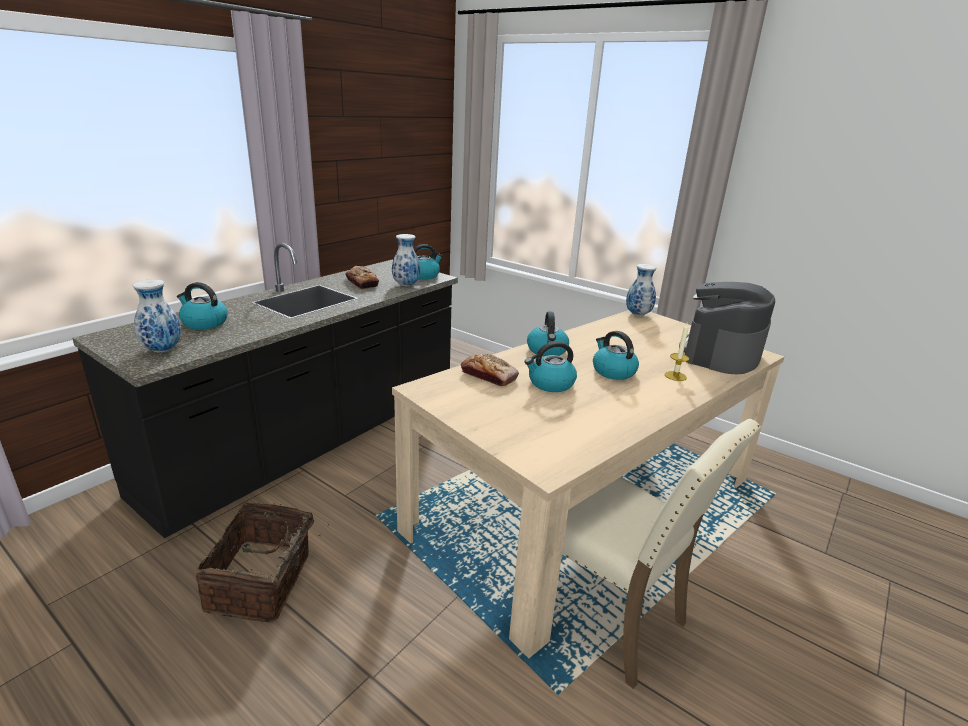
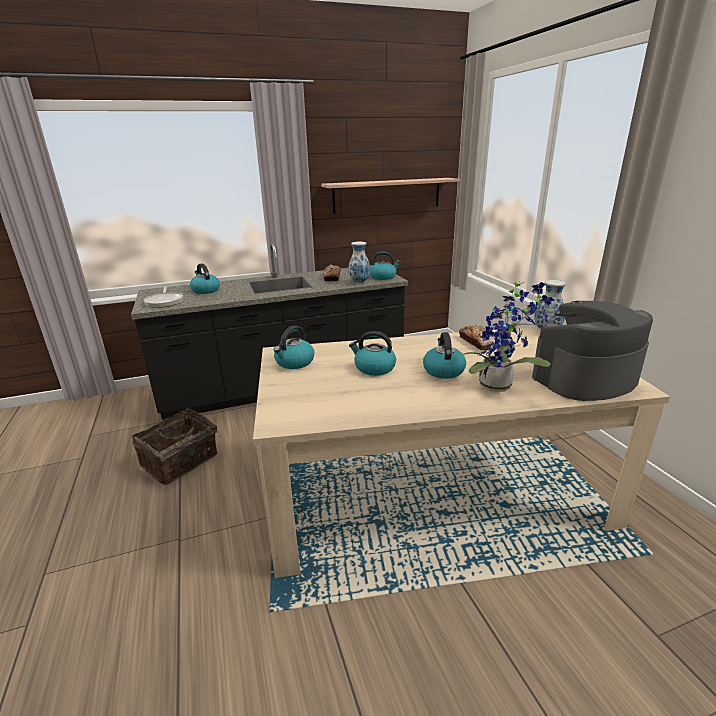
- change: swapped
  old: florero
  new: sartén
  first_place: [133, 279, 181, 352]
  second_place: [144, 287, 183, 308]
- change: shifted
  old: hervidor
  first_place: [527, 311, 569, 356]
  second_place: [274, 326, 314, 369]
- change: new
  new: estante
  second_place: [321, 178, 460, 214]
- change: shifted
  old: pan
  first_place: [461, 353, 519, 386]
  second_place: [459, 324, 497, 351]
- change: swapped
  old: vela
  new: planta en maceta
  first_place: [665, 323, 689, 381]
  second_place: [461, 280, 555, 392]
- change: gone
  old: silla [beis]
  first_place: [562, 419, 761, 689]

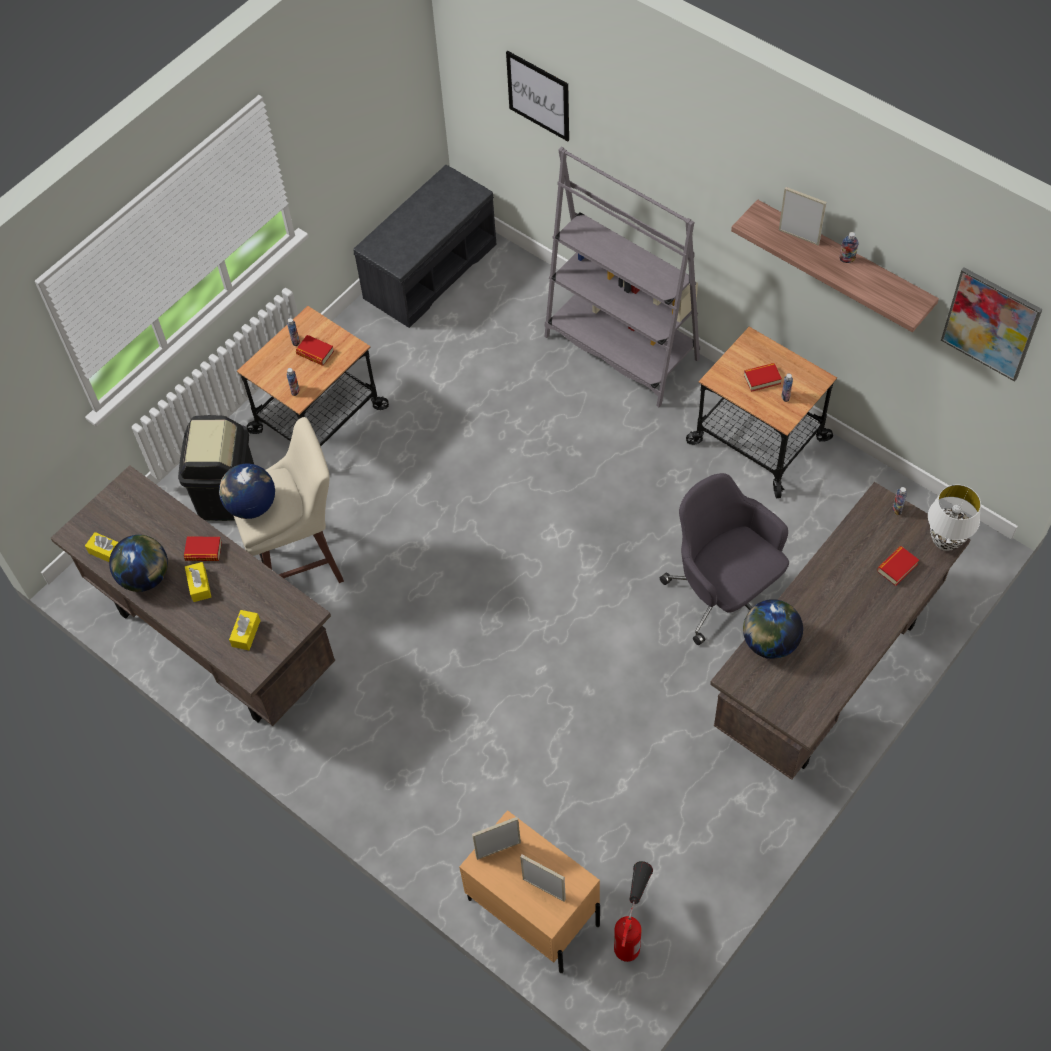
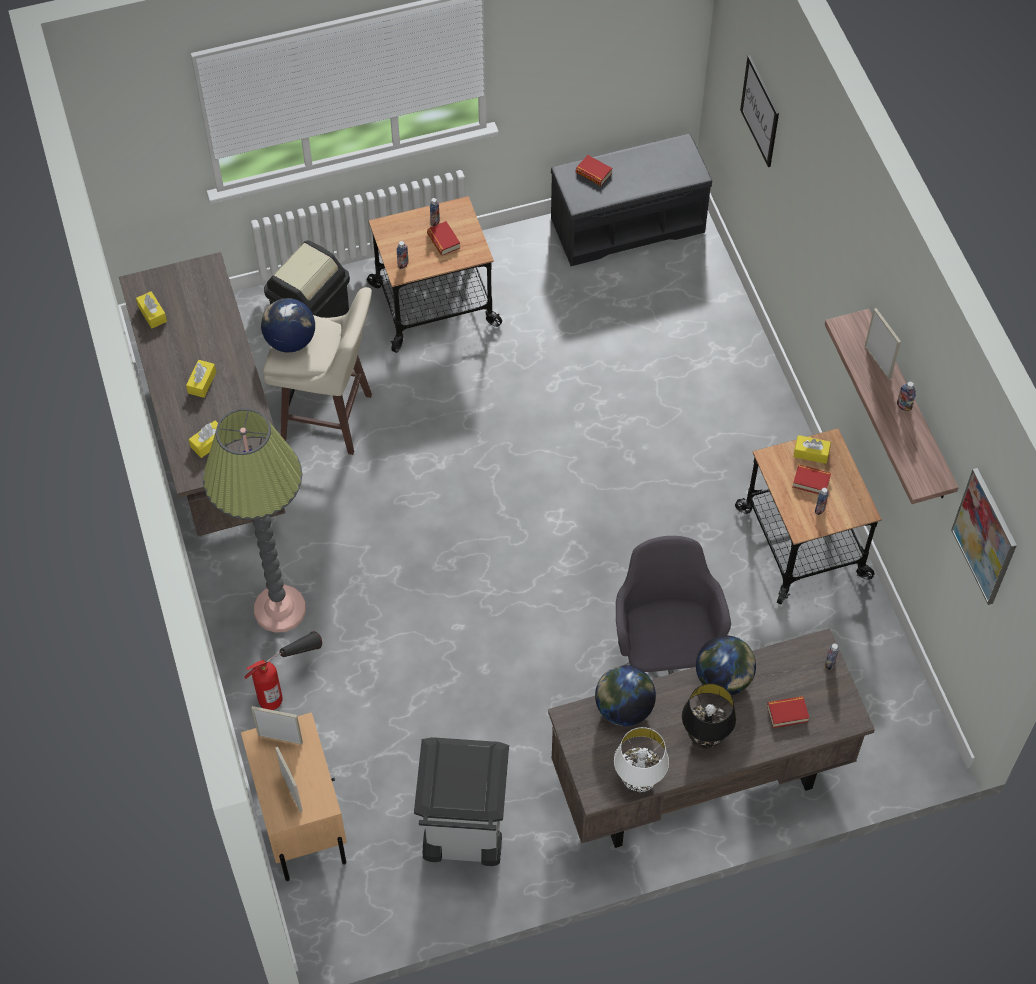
- change: new
  new: lámpara de pie
  second_place: [203, 408, 306, 633]
- change: shifted
  old: extintor
  first_place: [614, 861, 653, 962]
  second_place: [244, 631, 322, 710]
- change: new
  new: papelera [gris]
  second_place: [414, 737, 509, 866]
- change: shifted
  old: libro
  first_place: [184, 536, 222, 561]
  second_place: [576, 155, 612, 186]
- change: shifted
  old: lámpara de mesa [blanco]
  first_place: [928, 484, 981, 551]
  second_place: [614, 727, 669, 792]
- change: new
  new: lámpara de mesa [negro]
  second_place: [682, 683, 736, 748]
- change: shifted
  old: globo terráqueo
  first_place: [109, 535, 168, 592]
  second_place: [696, 635, 756, 695]
- change: new
  new: caja de pañuelos [amarillo]
  second_place: [794, 435, 831, 464]
- change: gone
  old: estantería [gris]
  first_place: [544, 147, 700, 407]

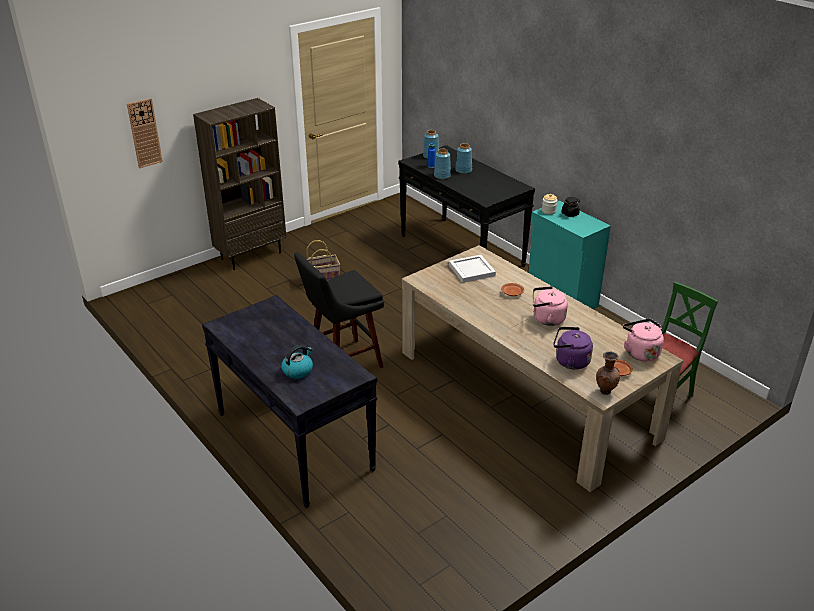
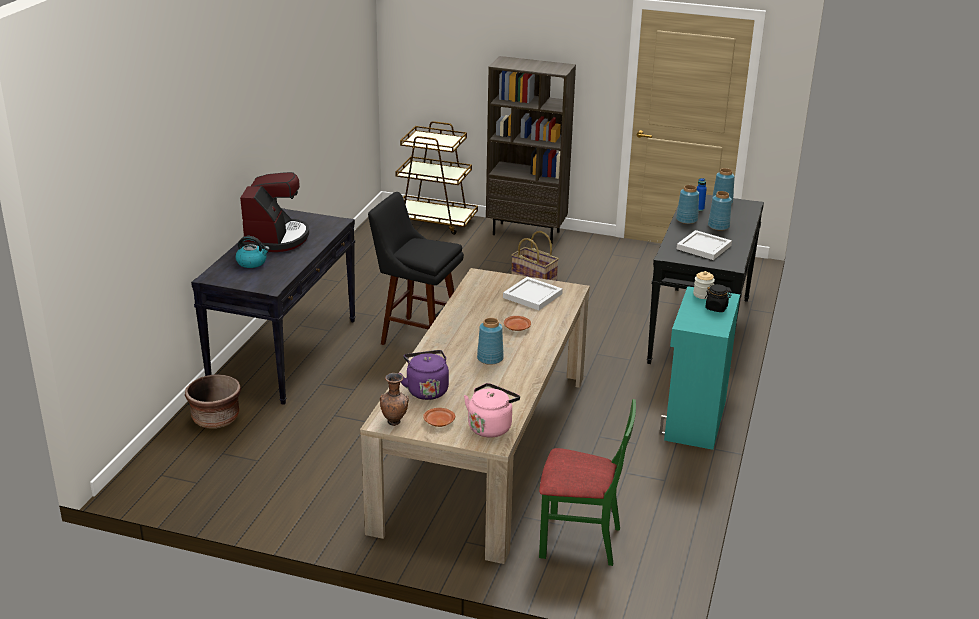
- change: new
  new: maceta [marrón]
  second_place: [185, 374, 241, 429]
- change: new
  new: cafetera
  second_place: [240, 172, 309, 252]
- change: new
  new: carrito [marrón]
  second_place: [396, 121, 478, 235]
- change: swapped
  old: hervidor [rosa]
  new: florero [azul]
  first_place: [533, 286, 568, 326]
  second_place: [477, 318, 504, 365]
- change: new
  new: bandeja [blanco]
  second_place: [676, 230, 732, 260]
- change: gone
  old: reloj de pared
  first_place: [127, 98, 163, 168]

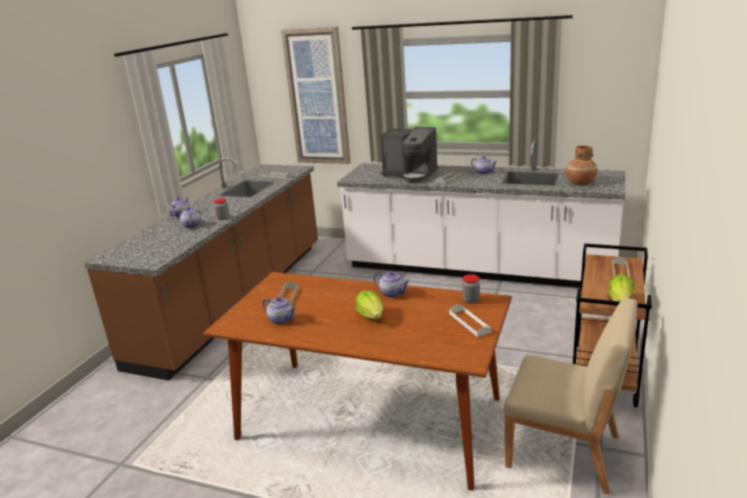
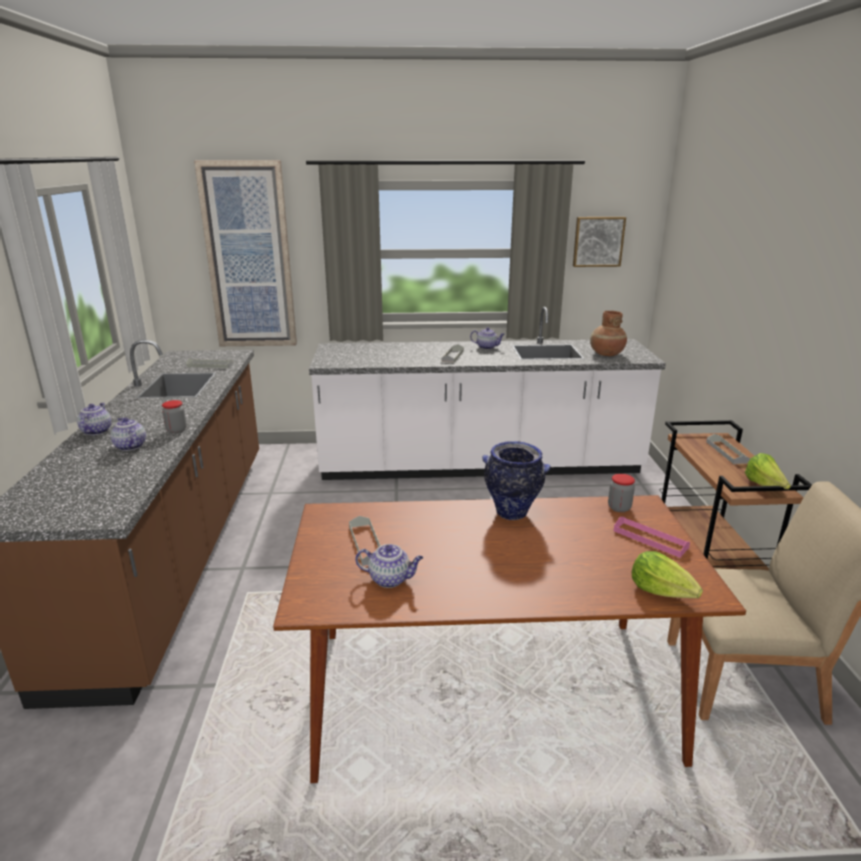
- change: swapped
  old: tetera
  new: florero
  first_place: [374, 271, 410, 298]
  second_place: [482, 441, 550, 520]
- change: new
  new: cuadro
  second_place: [573, 217, 626, 267]
- change: repainted
  old: bandeja [blanco]
  new: bandeja [rosa]
  first_place: [449, 304, 491, 337]
  second_place: [614, 517, 690, 558]
- change: shifted
  old: lechuga
  first_place: [356, 291, 383, 319]
  second_place: [632, 551, 703, 598]
- change: gone
  old: cafetera
  first_place: [380, 127, 439, 183]

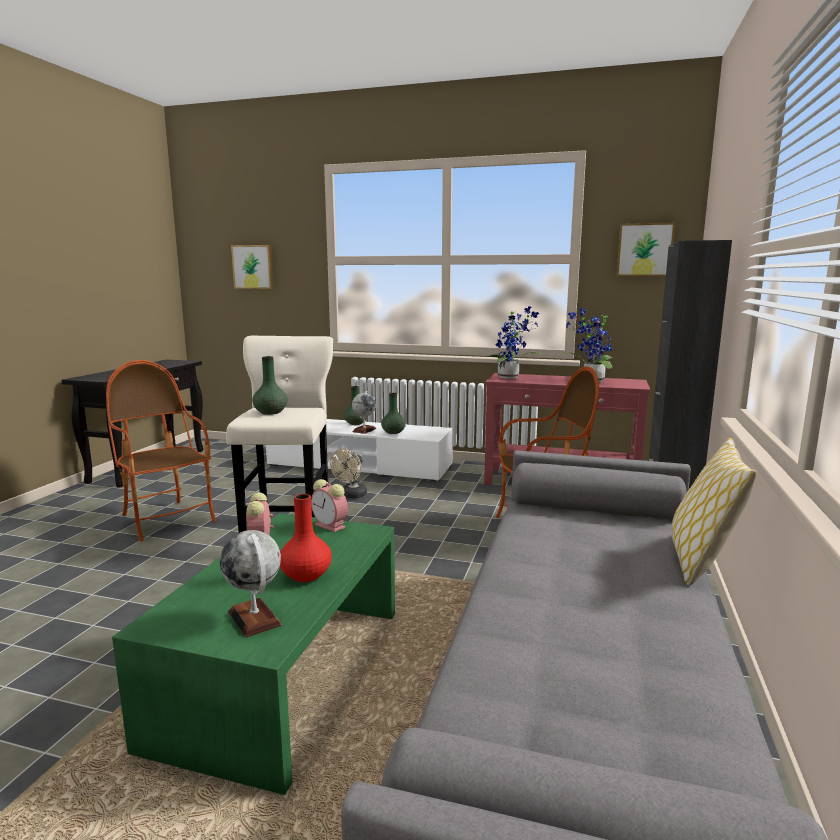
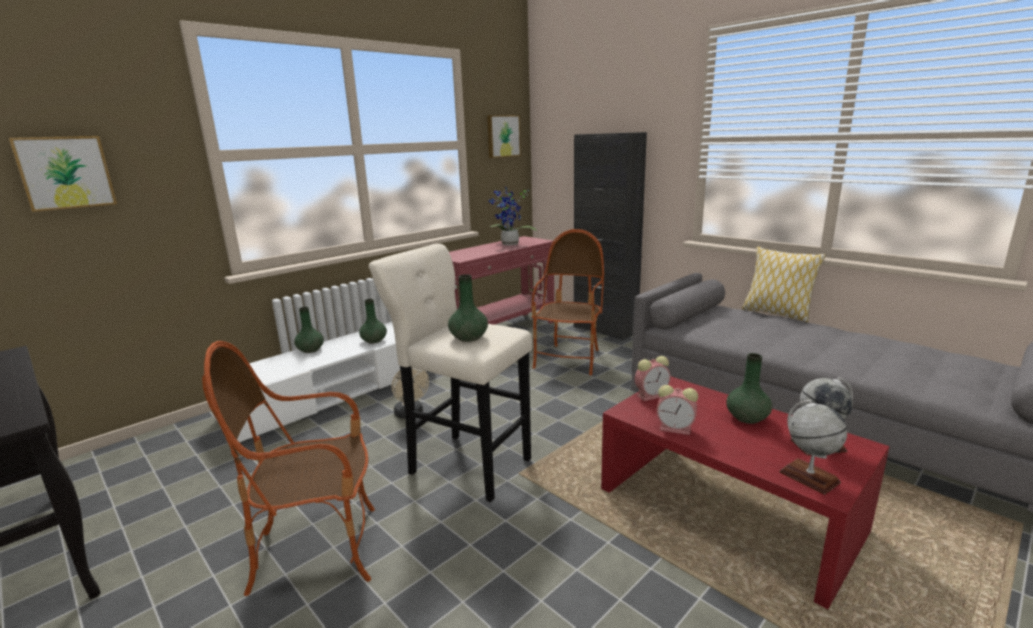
- change: repainted
  old: mesa de centro [verde]
  new: mesa de centro [rojo]
  first_place: [112, 513, 395, 795]
  second_place: [601, 376, 890, 609]
- change: repainted
  old: florero [rojo]
  new: florero [verde]
  first_place: [280, 494, 332, 582]
  second_place: [726, 353, 772, 424]
- change: shifted
  old: globo terráqueo
  first_place: [352, 391, 376, 434]
  second_place: [779, 400, 847, 495]
- change: gone
  old: planta en maceta
  first_place: [487, 306, 541, 379]

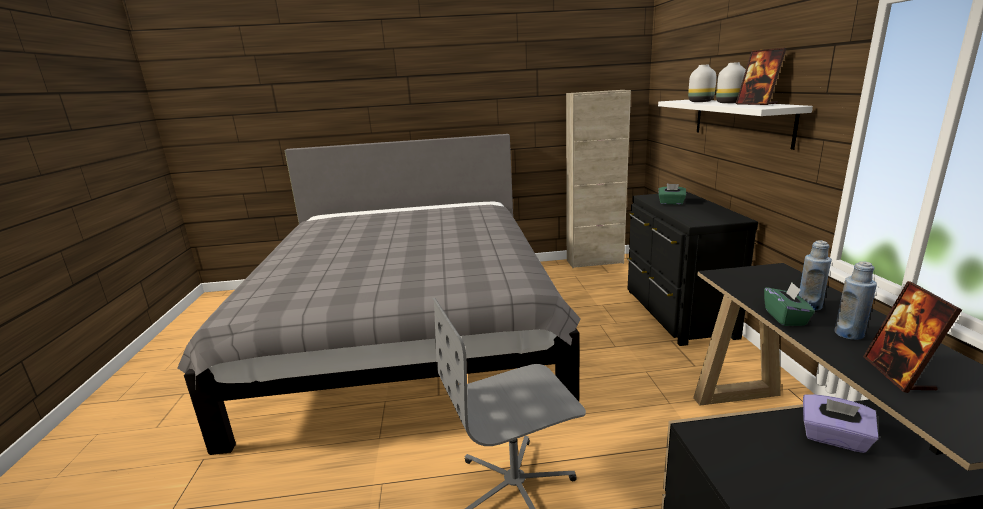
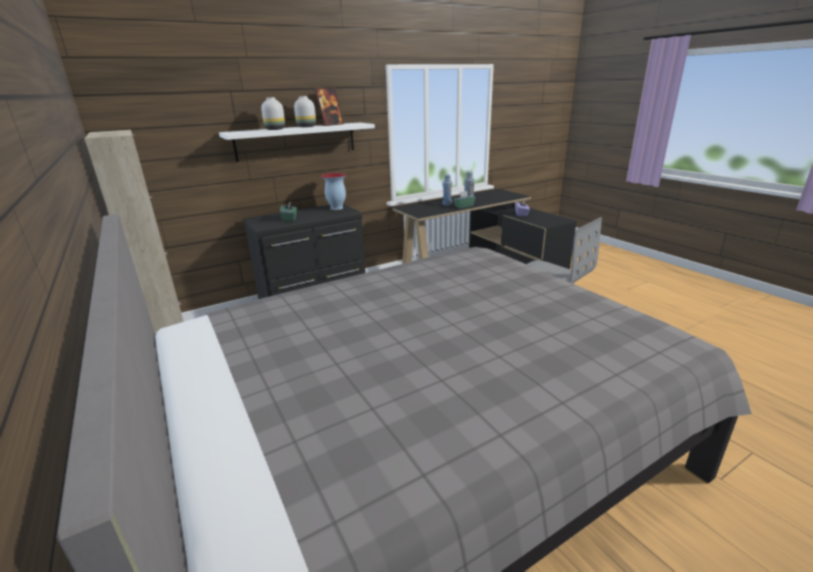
- change: new
  new: florero
  second_place: [321, 173, 346, 210]
- change: gone
  old: portarretratos
  first_place: [863, 281, 962, 393]

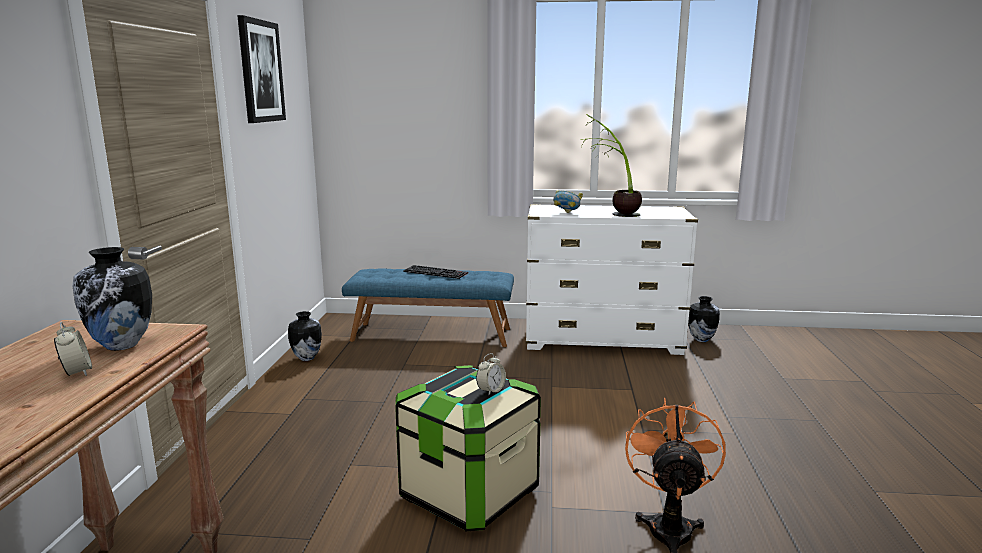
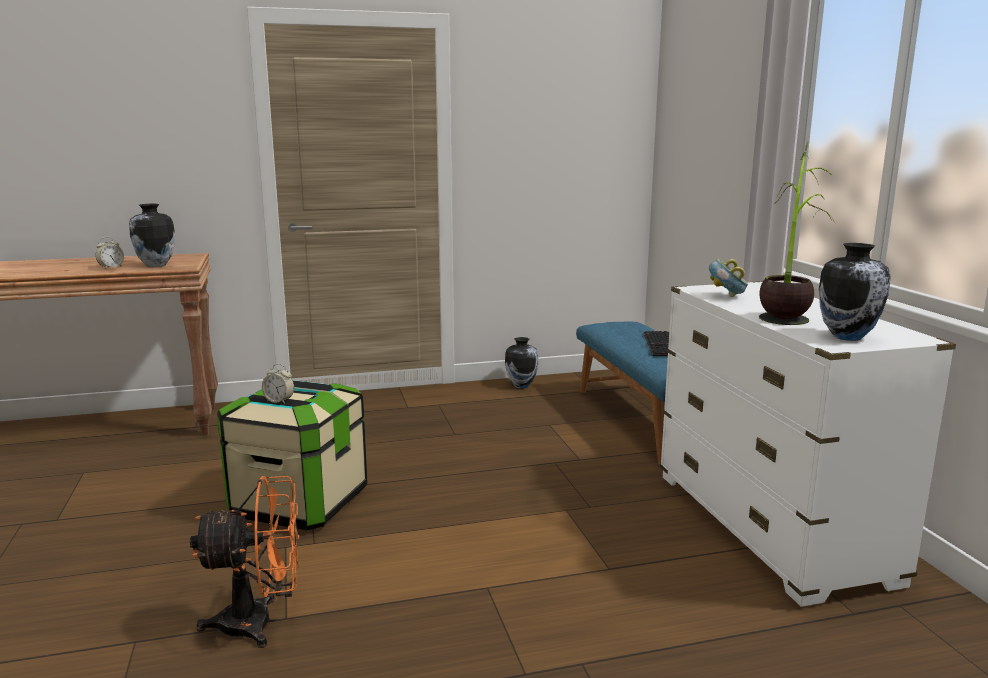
- change: shifted
  old: florero
  first_place: [688, 296, 720, 342]
  second_place: [819, 243, 891, 341]
- change: gone
  old: cuadro
  first_place: [237, 15, 286, 123]

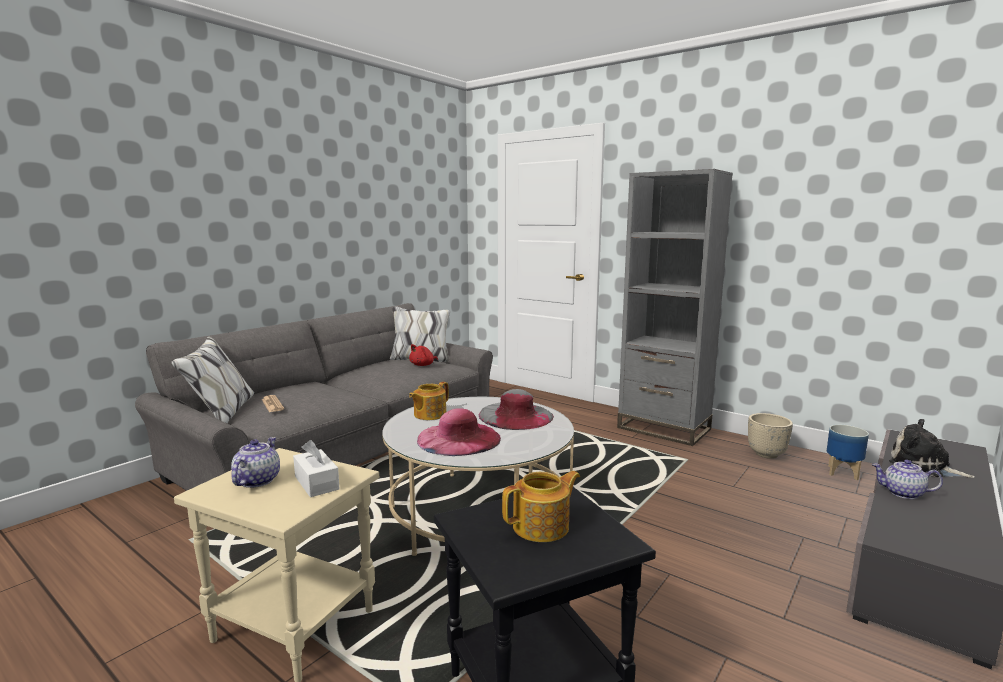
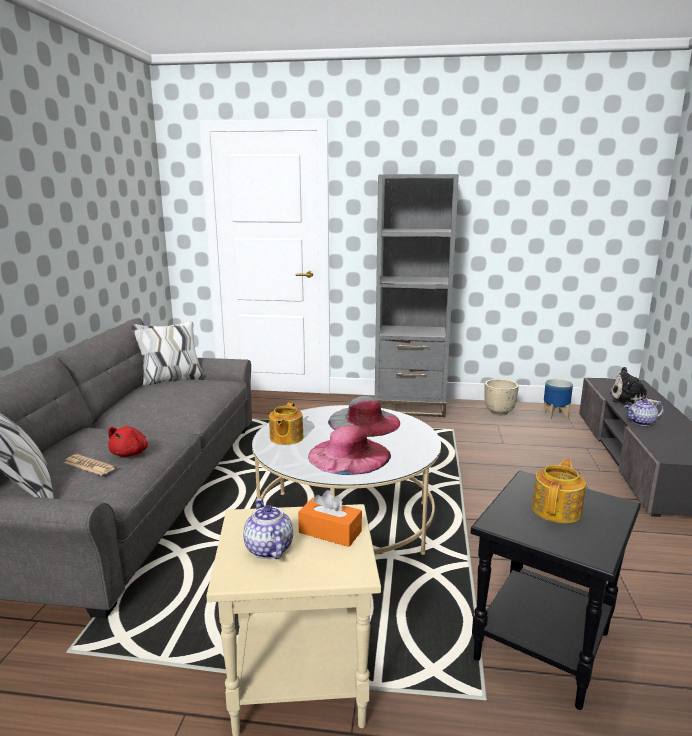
- change: shifted
  old: peluche [rojo]
  first_place: [409, 344, 438, 366]
  second_place: [108, 426, 148, 457]
- change: repainted
  old: caja de pañuelos [blanco]
  new: caja de pañuelos [naranja]
  first_place: [293, 440, 340, 497]
  second_place: [298, 490, 362, 547]

